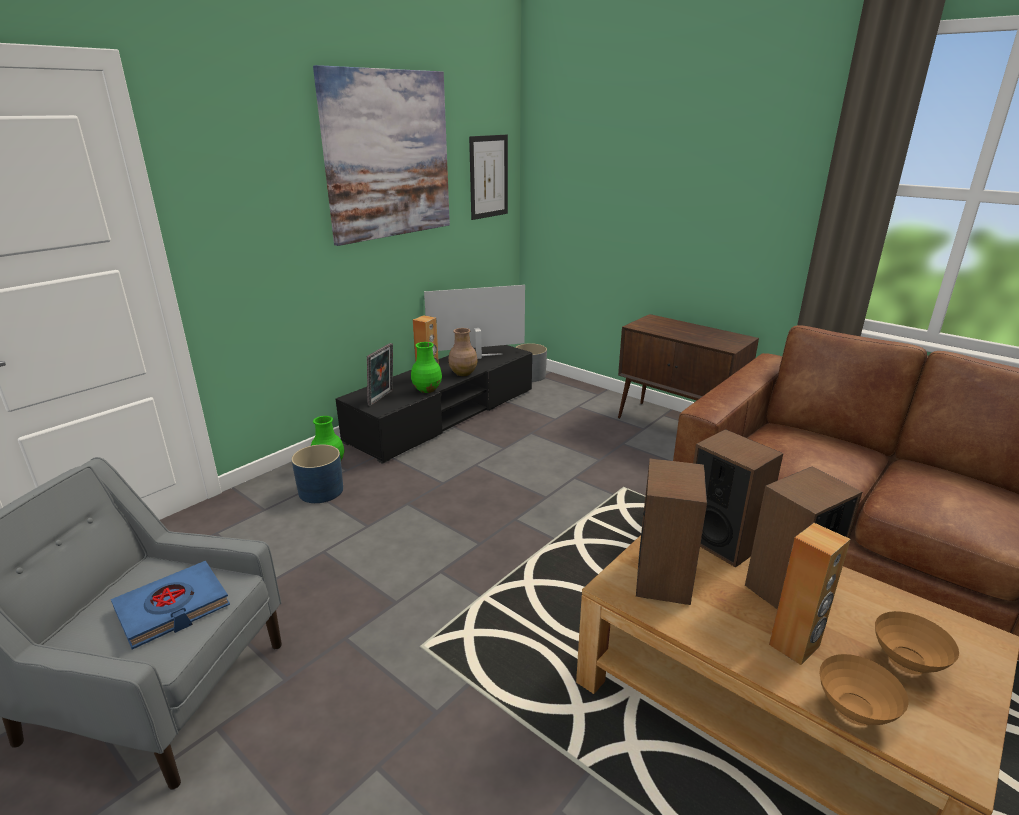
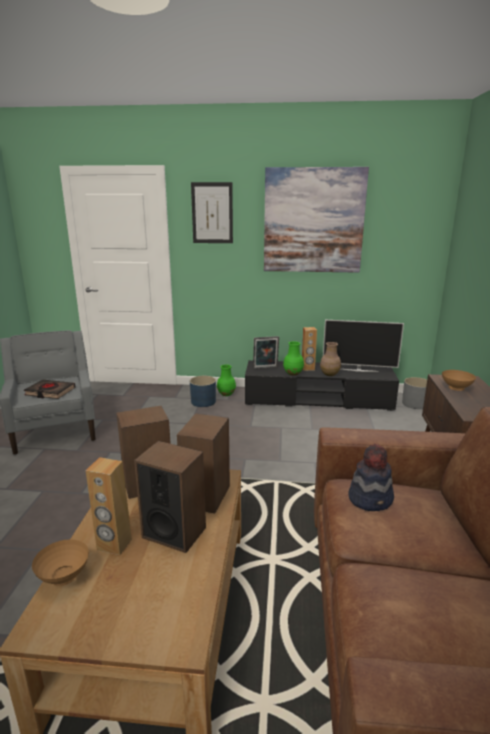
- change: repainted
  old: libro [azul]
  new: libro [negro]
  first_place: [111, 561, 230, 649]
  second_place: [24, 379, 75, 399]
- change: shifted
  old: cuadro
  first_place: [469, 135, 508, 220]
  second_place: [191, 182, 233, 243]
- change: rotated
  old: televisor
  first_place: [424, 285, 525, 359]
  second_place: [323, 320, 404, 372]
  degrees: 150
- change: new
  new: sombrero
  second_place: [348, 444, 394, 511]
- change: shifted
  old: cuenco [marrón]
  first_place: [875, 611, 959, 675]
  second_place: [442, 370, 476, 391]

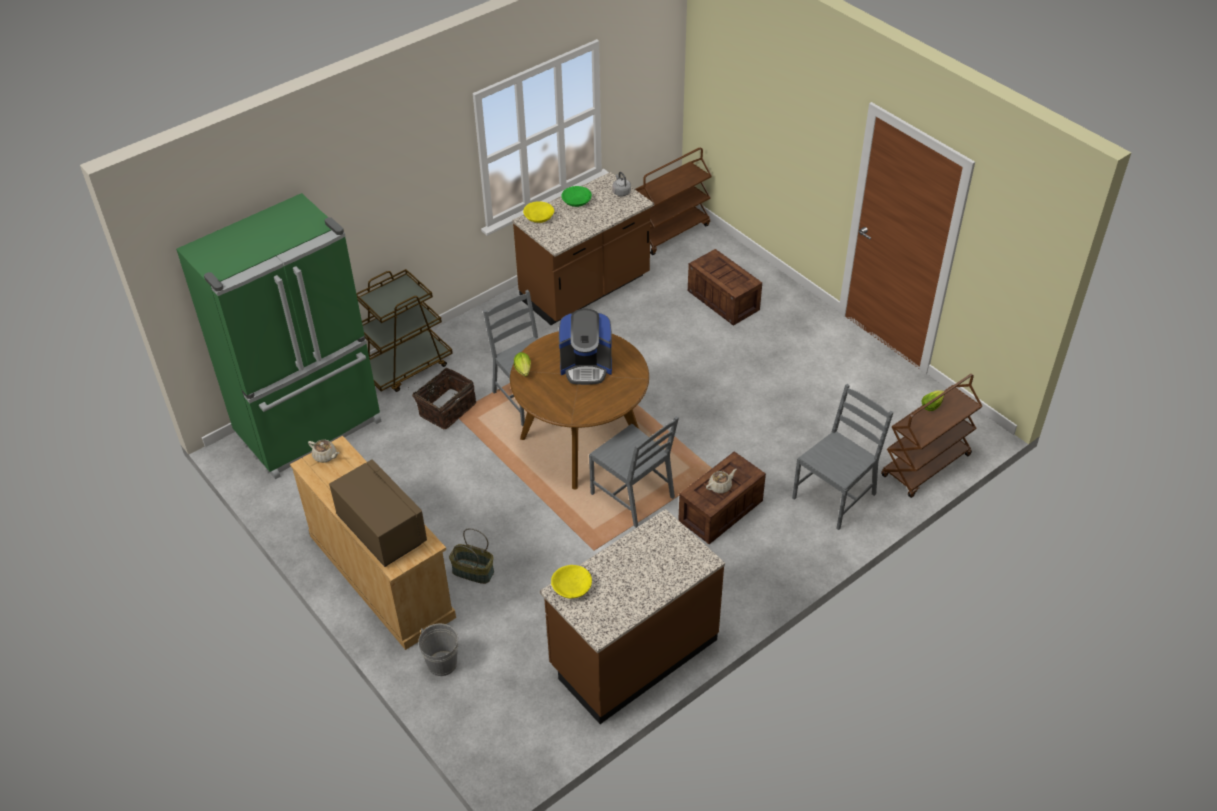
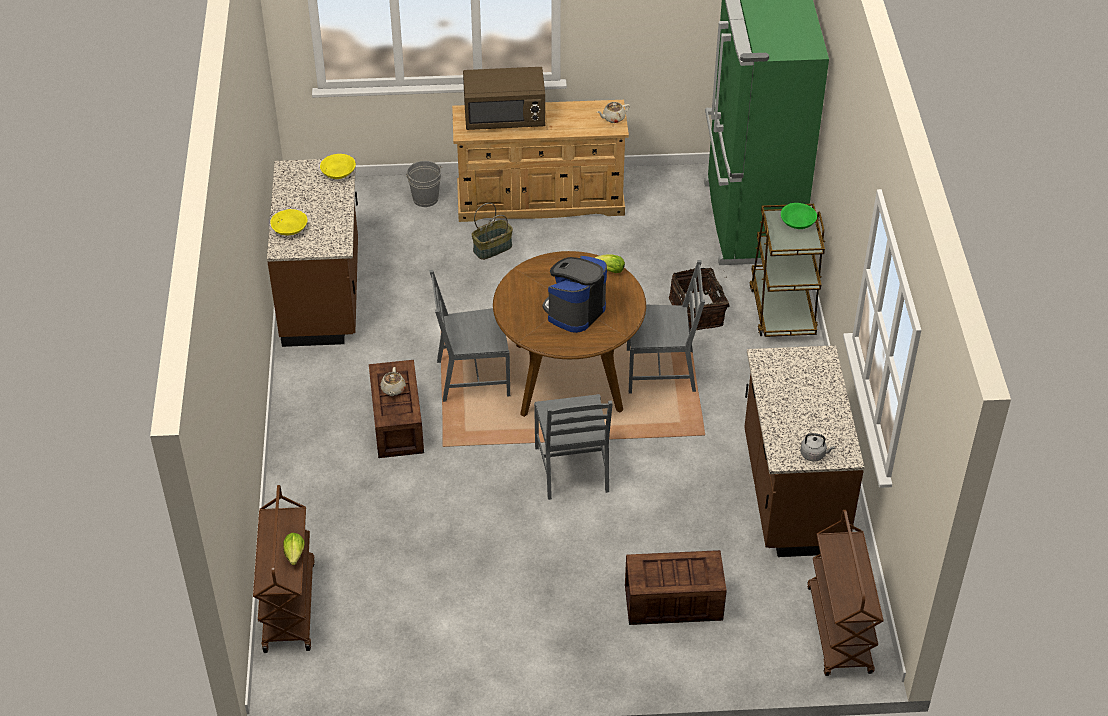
- change: shifted
  old: cuenco [amarillo]
  first_place: [523, 201, 554, 223]
  second_place: [270, 209, 307, 236]
- change: shifted
  old: silla [gris]
  first_place: [792, 384, 894, 530]
  second_place: [534, 394, 613, 500]
- change: shifted
  old: cuenco [verde]
  first_place: [562, 186, 592, 207]
  second_place: [781, 203, 817, 229]

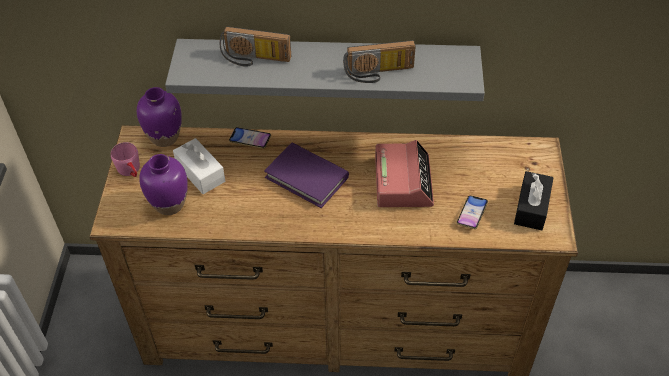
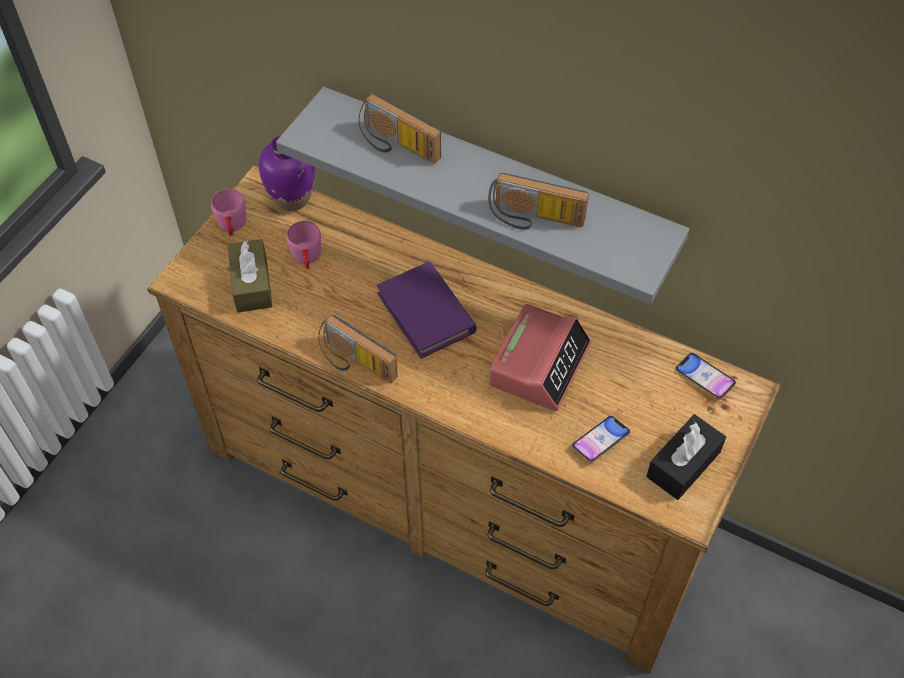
- change: swapped
  old: florero [morado]
  new: caja de pañuelos [marrón]
  first_place: [139, 154, 188, 215]
  second_place: [227, 239, 273, 313]
- change: swapped
  old: caja de pañuelos [blanco]
  new: taza grande [rosa]
  first_place: [173, 138, 225, 194]
  second_place: [286, 221, 321, 269]
- change: new
  new: radio
  second_place: [318, 315, 398, 383]
- change: shifted
  old: móvil
  first_place: [229, 127, 271, 149]
  second_place: [675, 353, 736, 400]

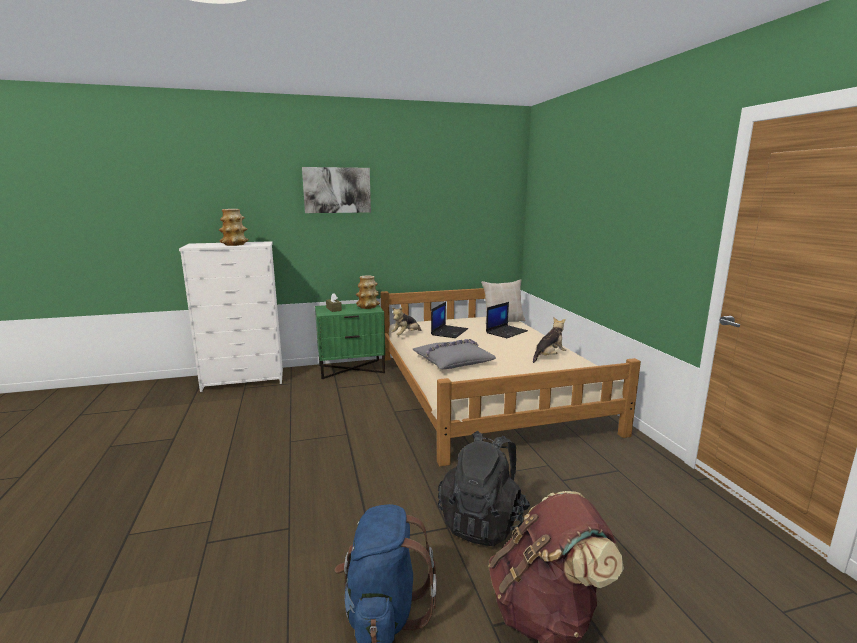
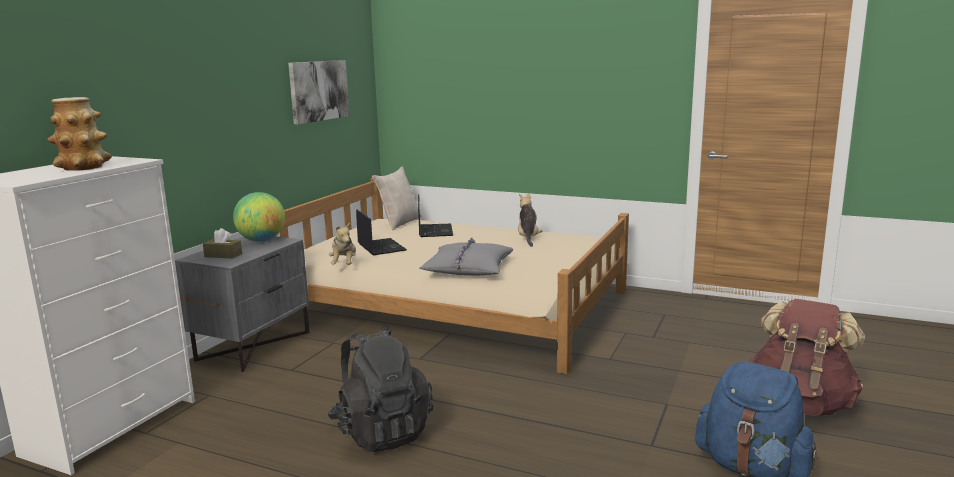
- change: repainted
  old: mesita de noche [verde]
  new: mesita de noche [gris]
  first_place: [315, 304, 385, 379]
  second_place: [175, 236, 310, 372]
- change: swapped
  old: florero
  new: globo terráqueo
  first_place: [356, 275, 380, 309]
  second_place: [233, 192, 285, 242]
- change: shifted
  old: cuadro
  first_place: [302, 167, 371, 213]
  second_place: [288, 60, 350, 125]
- change: shifted
  old: mochila [negro]
  first_place: [438, 431, 530, 546]
  second_place: [327, 327, 433, 452]

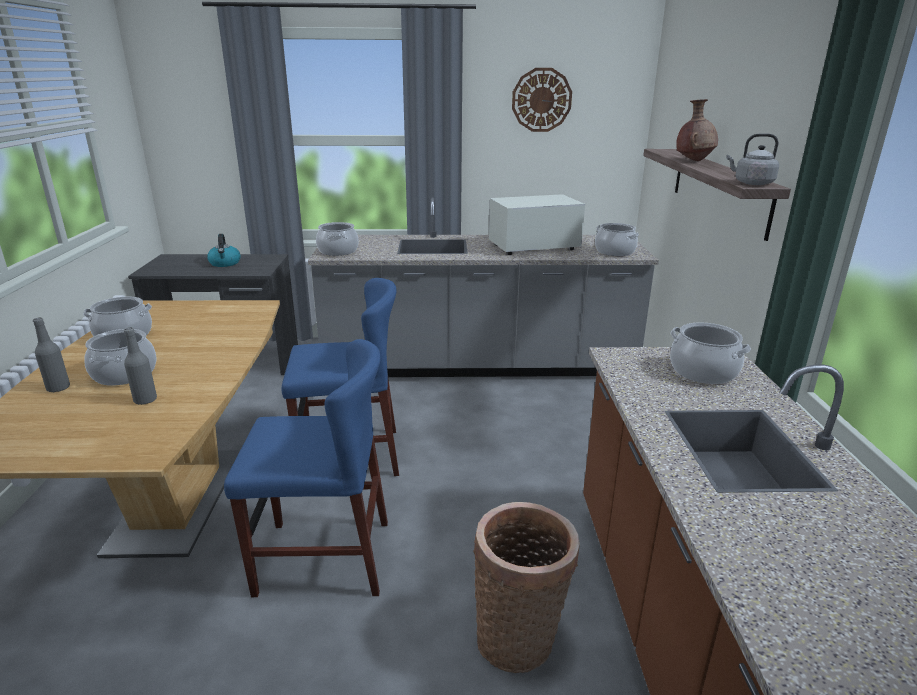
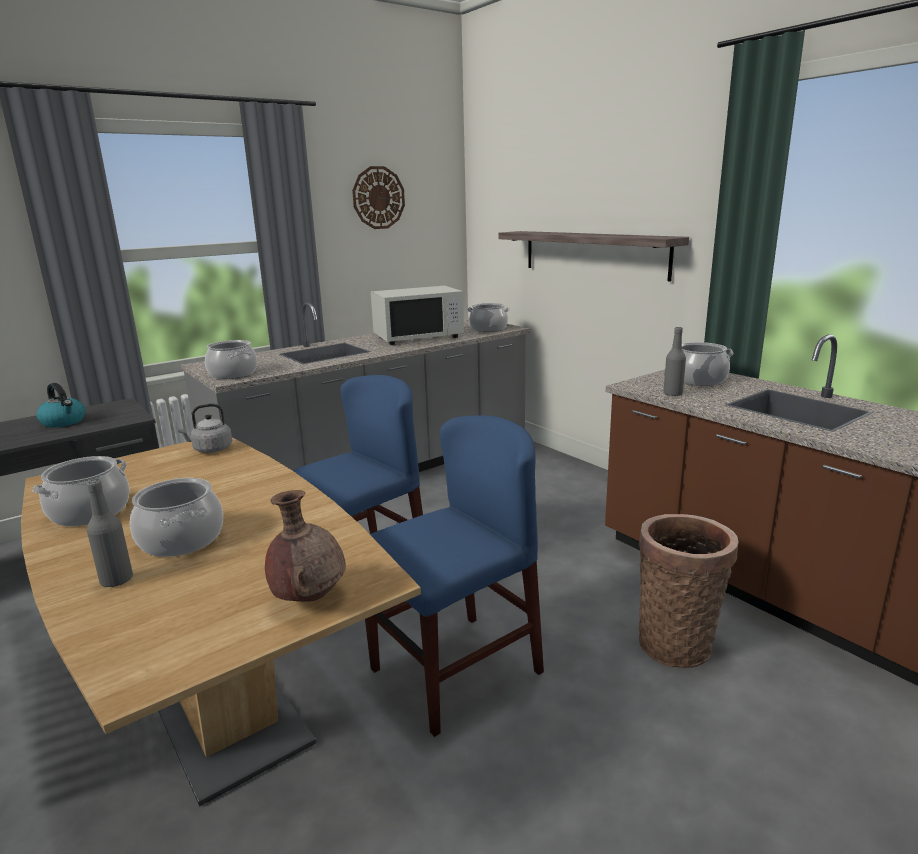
- change: shifted
  old: hervidor [gris]
  first_place: [726, 133, 779, 185]
  second_place: [177, 404, 232, 453]
- change: shifted
  old: florero [marrón]
  first_place: [676, 99, 718, 161]
  second_place: [265, 490, 346, 602]
- change: rotated
  old: microondas [blanco]
  first_place: [489, 194, 585, 255]
  second_place: [371, 286, 464, 345]
  degrees: -150
- change: shifted
  old: botella [gris]
  first_place: [124, 328, 157, 405]
  second_place: [663, 327, 686, 396]

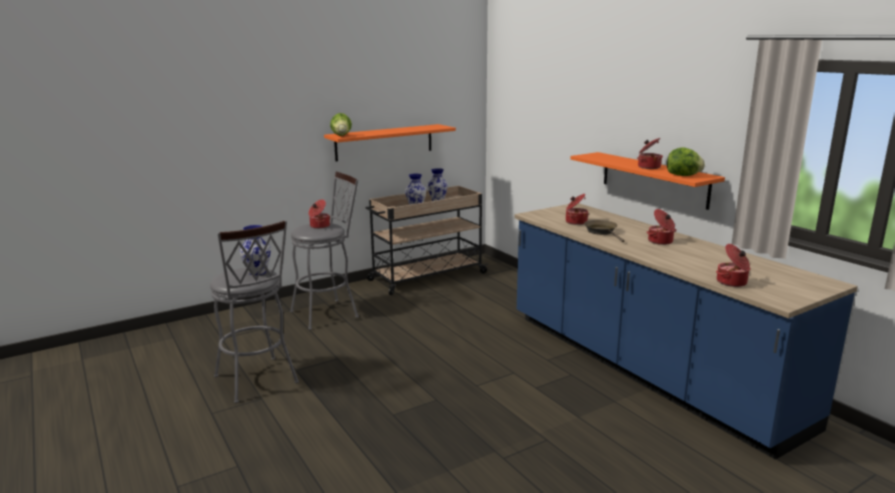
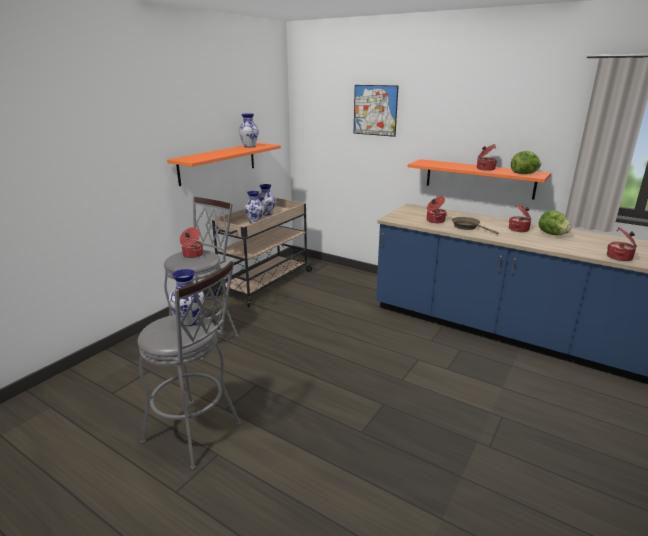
- change: new
  new: florero
  second_place: [239, 113, 259, 148]
- change: new
  new: cuadro
  second_place: [354, 85, 399, 137]
- change: shifted
  old: lechuga
  first_place: [330, 113, 352, 136]
  second_place: [539, 210, 572, 235]

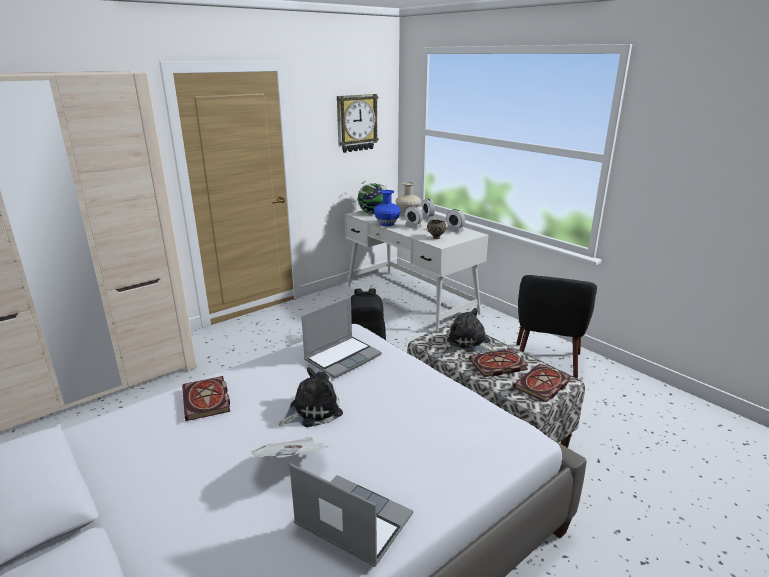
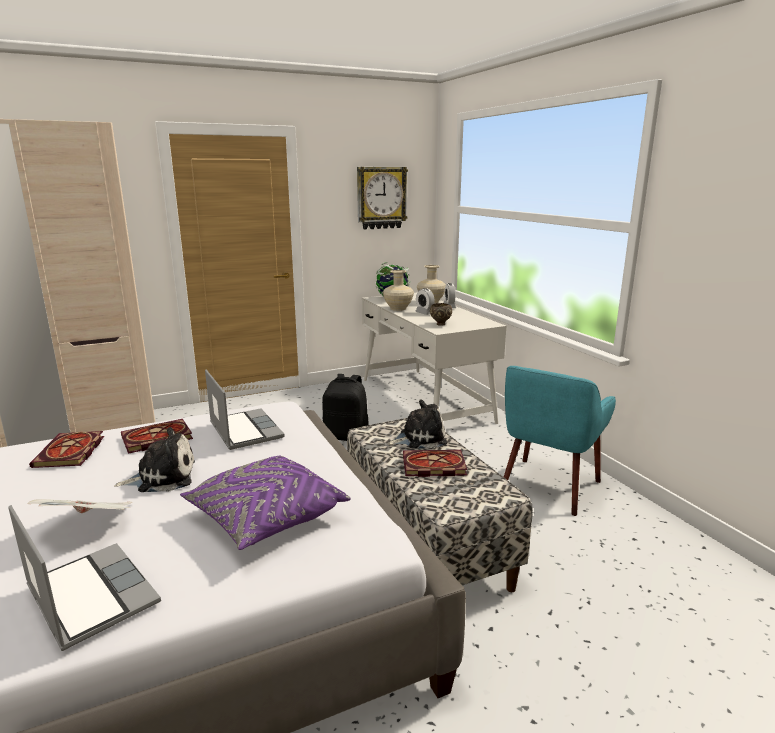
- change: shifted
  old: libro
  first_place: [513, 364, 571, 403]
  second_place: [121, 419, 193, 454]
- change: new
  new: cojín [morado]
  second_place: [180, 456, 351, 550]
- change: rotated
  old: portátil
  first_place: [301, 297, 382, 378]
  second_place: [205, 370, 285, 450]
  degrees: -90
- change: repainted
  old: florero [azul]
  new: florero [beis]
  first_place: [374, 190, 401, 226]
  second_place: [383, 270, 414, 311]
- change: rotated
  old: peluche
  first_place: [447, 308, 496, 352]
  second_place: [387, 399, 448, 449]
  degrees: 105
- change: repainted
  old: sillón [negro]
  new: sillón [turquesa]
  first_place: [516, 275, 597, 379]
  second_place: [504, 366, 616, 516]
- change: gone
  old: despertador
  first_place: [446, 209, 465, 233]

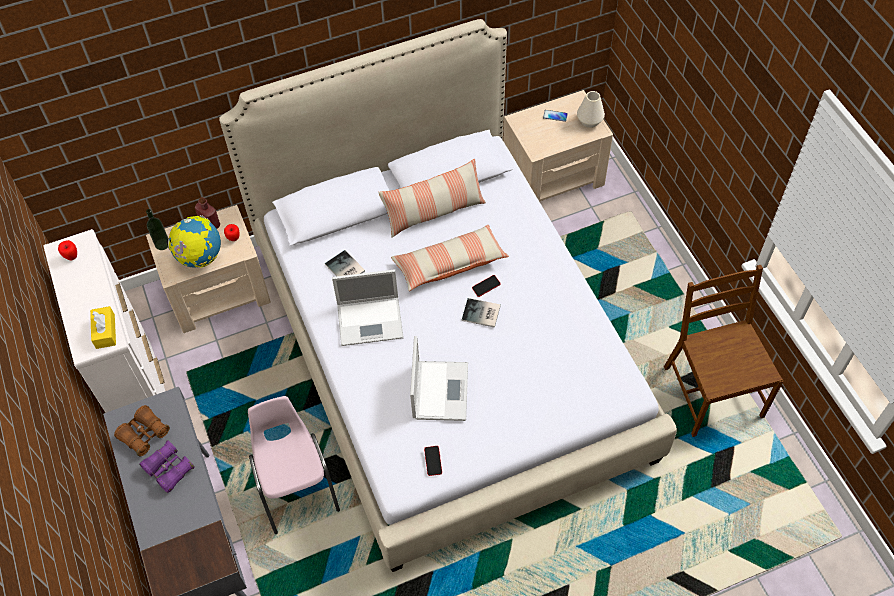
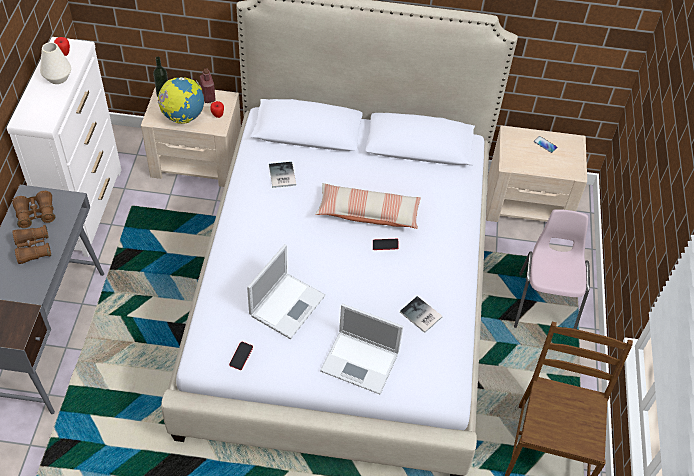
- change: repainted
  old: prismáticos [morado]
  new: prismáticos [marrón]
  first_place: [139, 440, 195, 493]
  second_place: [13, 225, 51, 264]
- change: shifted
  old: florero [blanco]
  first_place: [577, 91, 605, 128]
  second_place: [40, 42, 71, 84]
- change: shifted
  old: portátil
  first_place: [332, 269, 404, 346]
  second_place: [320, 303, 403, 394]
- change: shifted
  old: libro
  first_place: [462, 298, 501, 328]
  second_place: [400, 296, 443, 333]
- change: shifted
  old: silla [rosa]
  first_place: [248, 396, 340, 534]
  second_place: [514, 209, 590, 329]
- change: gone
  old: caja de pañuelos [amarillo]
  first_place: [90, 306, 116, 349]
- change: gone
  old: cojín
  first_place: [378, 159, 486, 238]

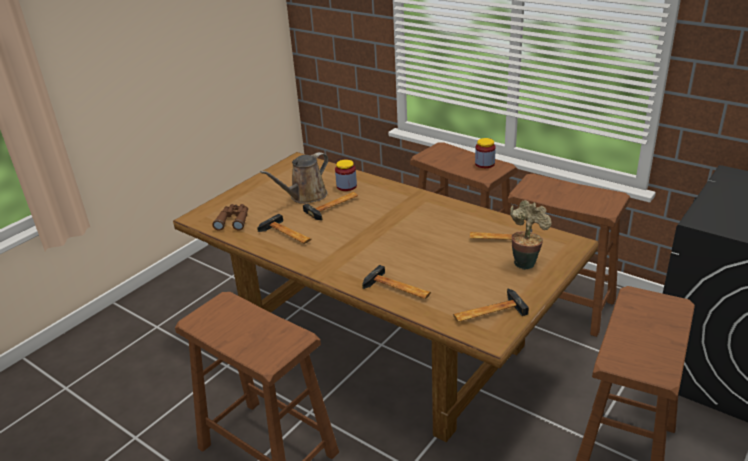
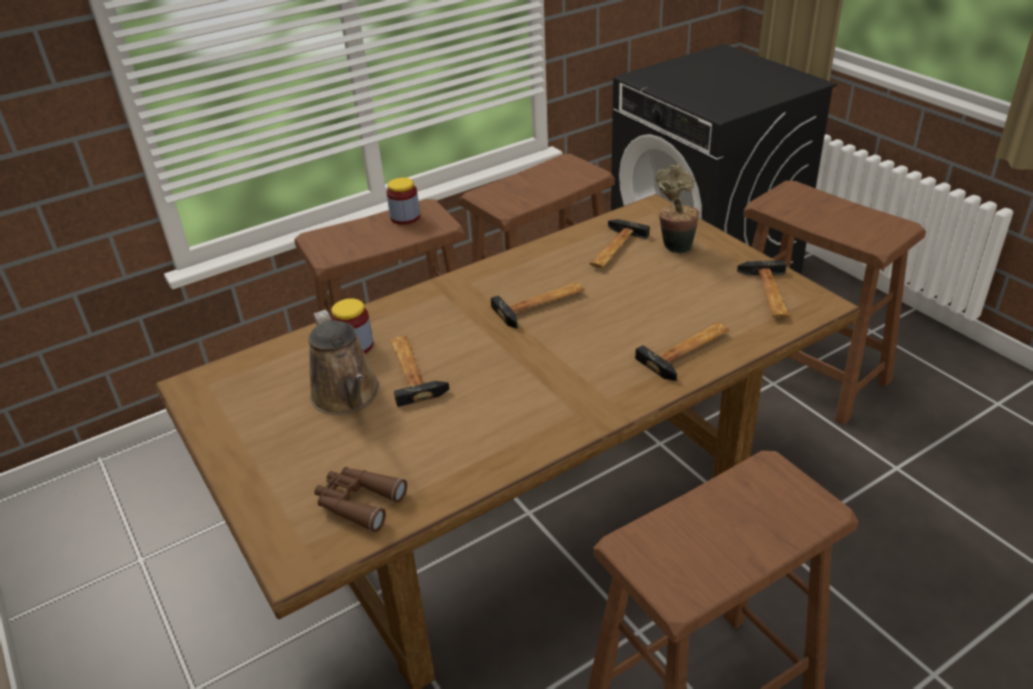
- change: shifted
  old: martillo
  first_place: [257, 214, 311, 244]
  second_place: [491, 282, 585, 329]

